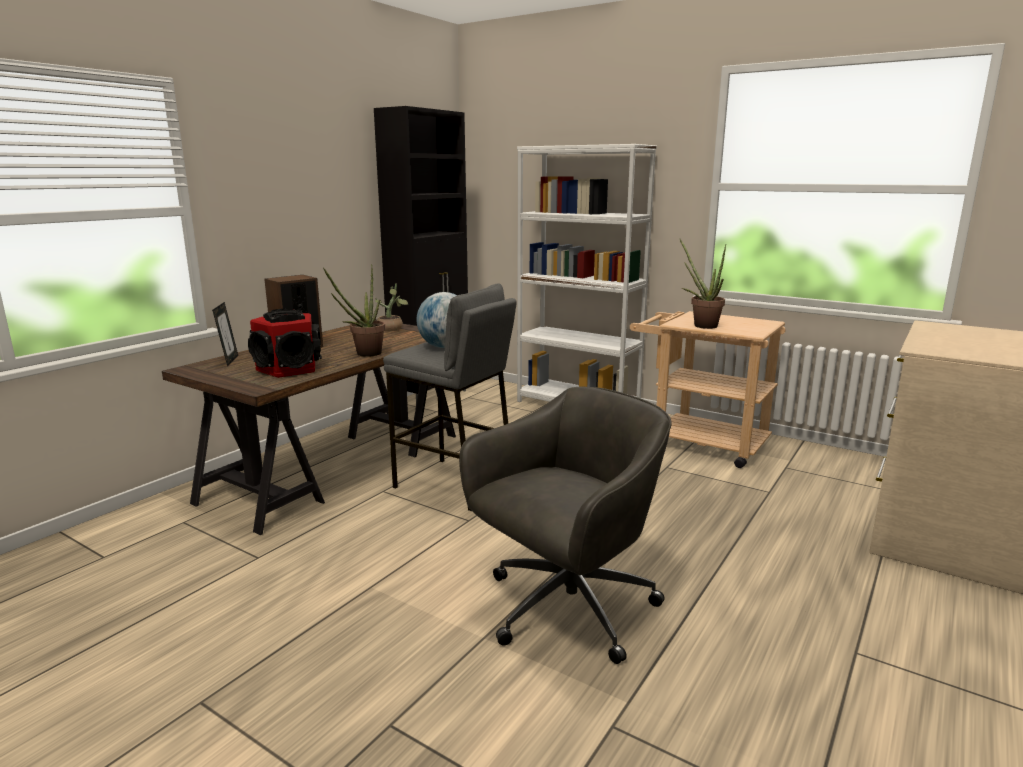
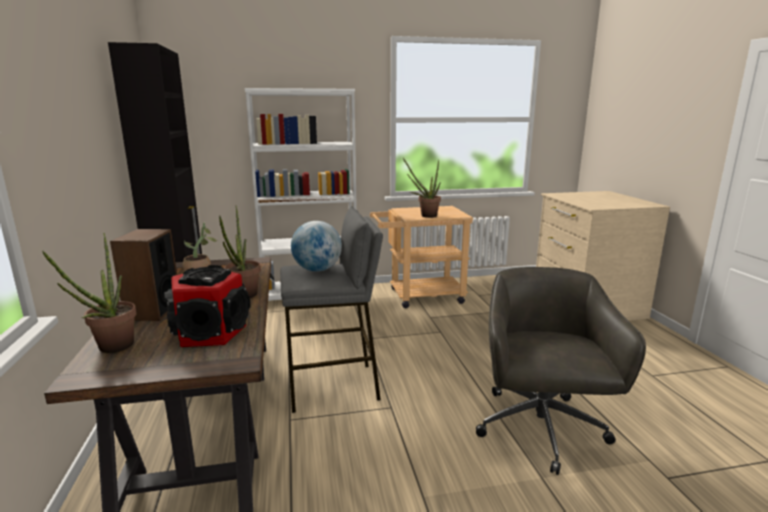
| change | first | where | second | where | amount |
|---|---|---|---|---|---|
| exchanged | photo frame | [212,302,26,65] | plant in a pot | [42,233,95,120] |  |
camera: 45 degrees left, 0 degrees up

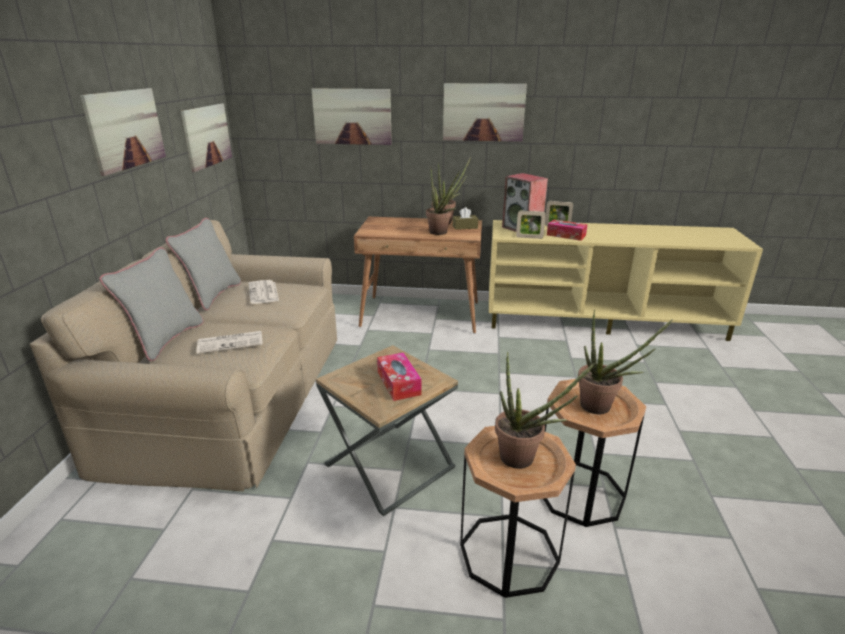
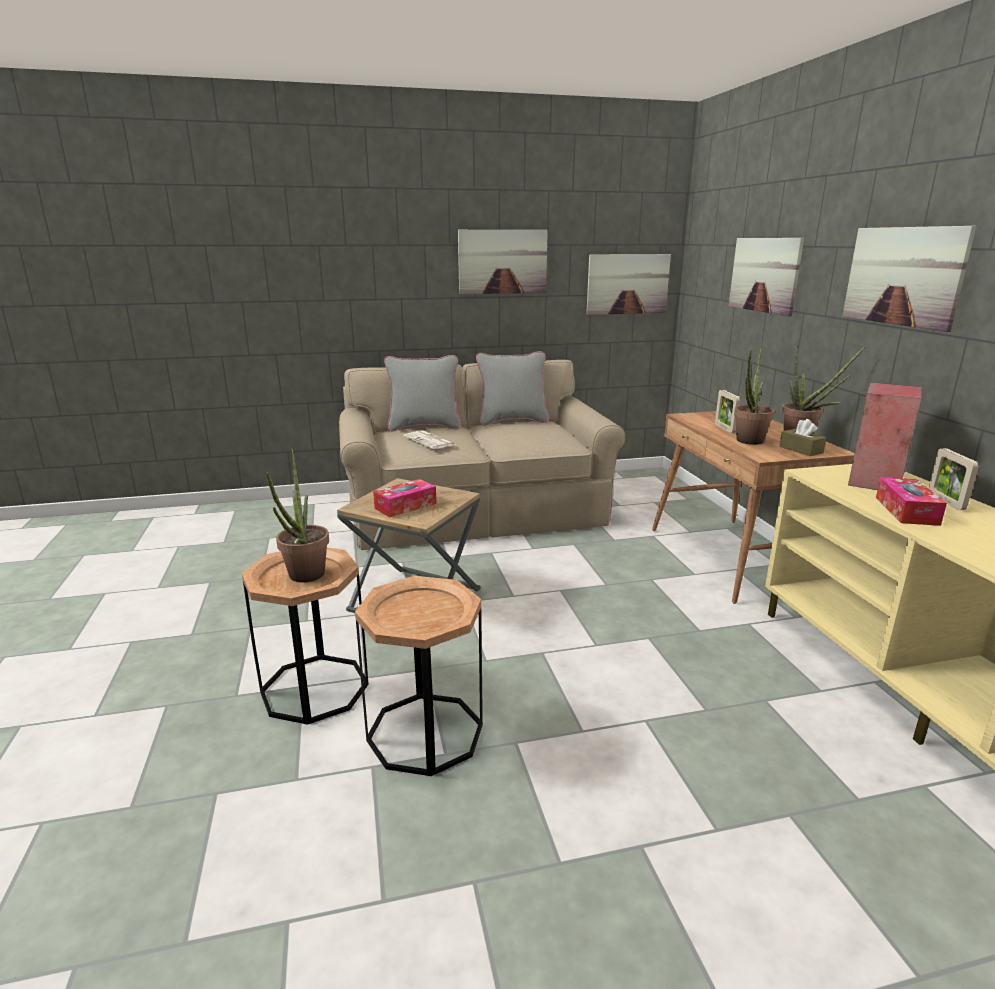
| change | first | where | second | where | amount |
|---|---|---|---|---|---|
| relocated | photo frame | [516,210,30,29] |  | [715,390,25,43] |  |
| missing | printed paper | [249,280,30,24] |  |  |  |
| missing | plant in a pot | [578,310,95,104] |  |  |  |
camera: 70 degrees right, 5 degrees down

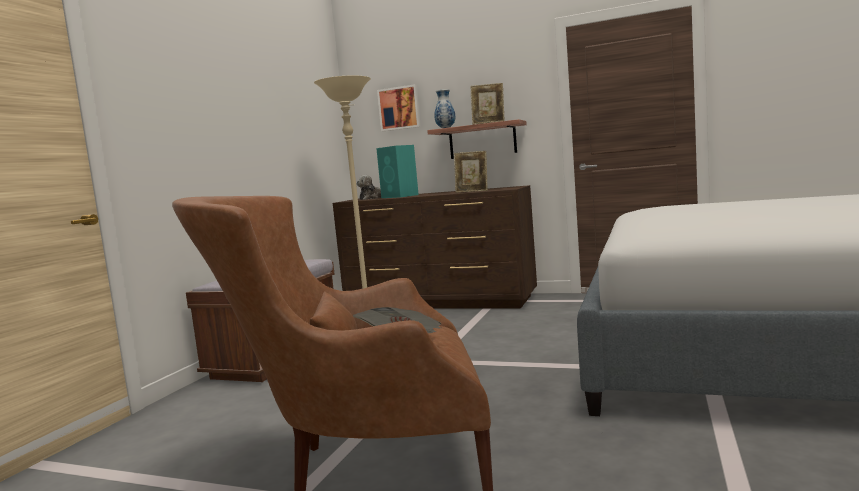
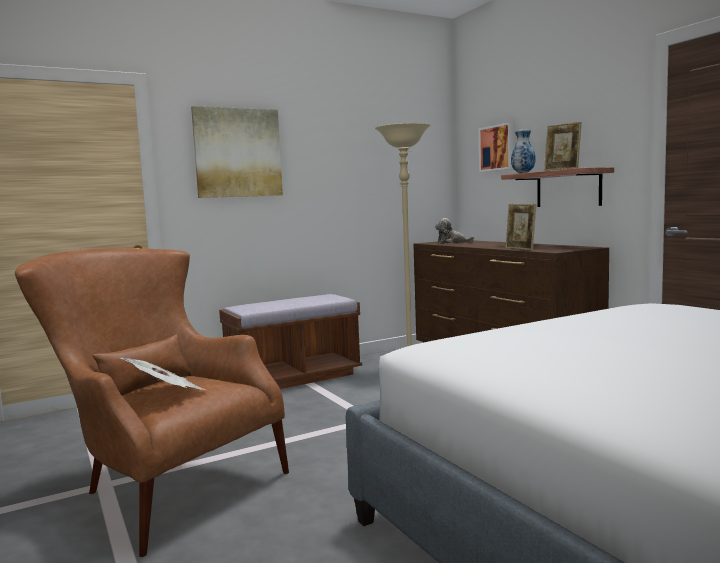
| change | first | where | second | where | amount |
|---|---|---|---|---|---|
| missing | turquoise-coloured loudspeaker | [376,145,43,53] |  |  |  |
| appeared |  |  | wall picture | [191,106,92,92] |  |
camera: 40 degrees right, 0 degrees up

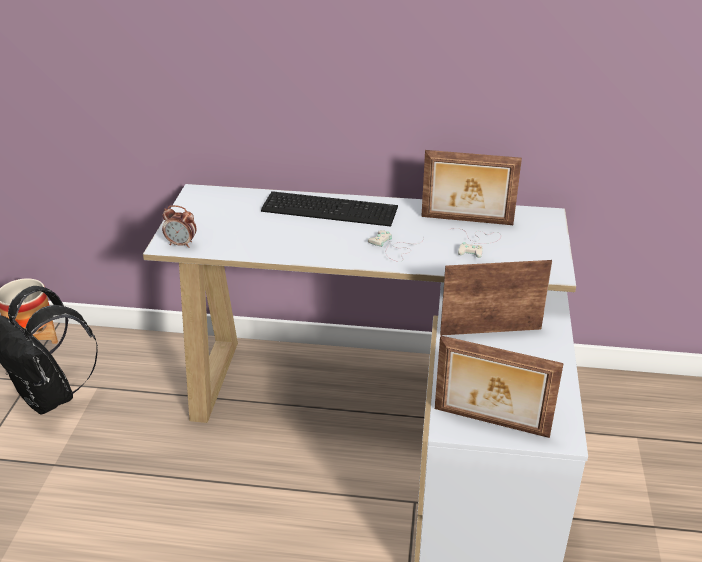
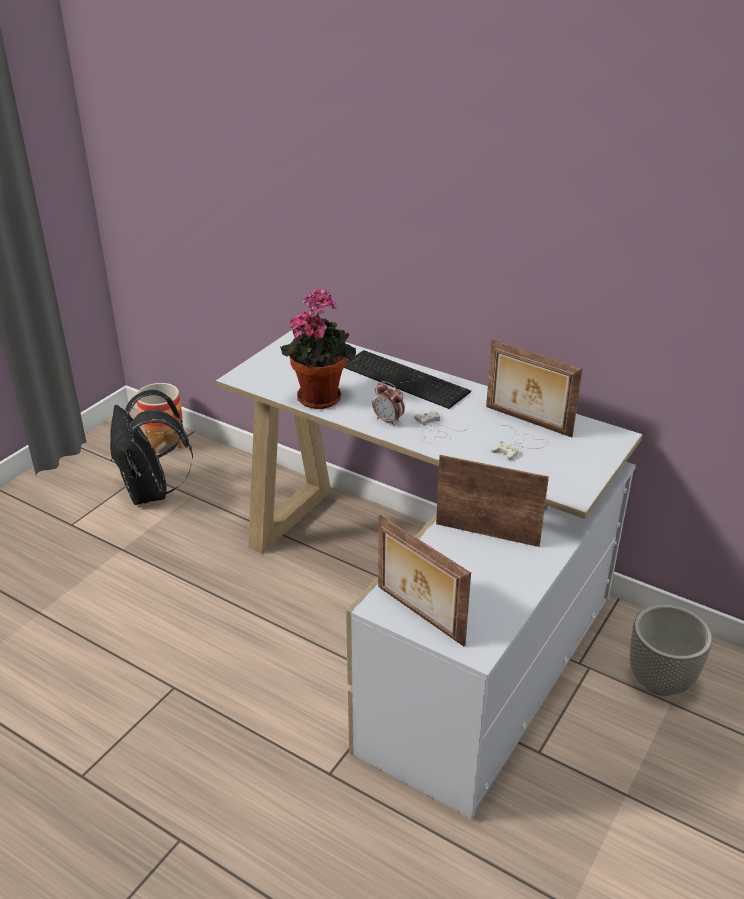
| change | first | where | second | where | amount |
|---|---|---|---|---|---|
| relocated | bedside clock | [162,205,35,43] |  | [372,381,33,45] |  |
| appeared |  |  | plant in a pot | [280,288,76,121] |  |
| appeared |  |  | flower pot | [630,604,82,92] |  |
camera: 25 degrees right, 0 degrees up

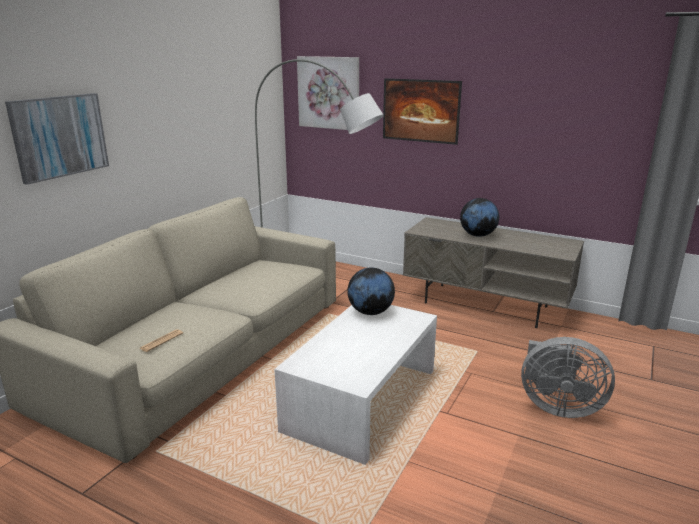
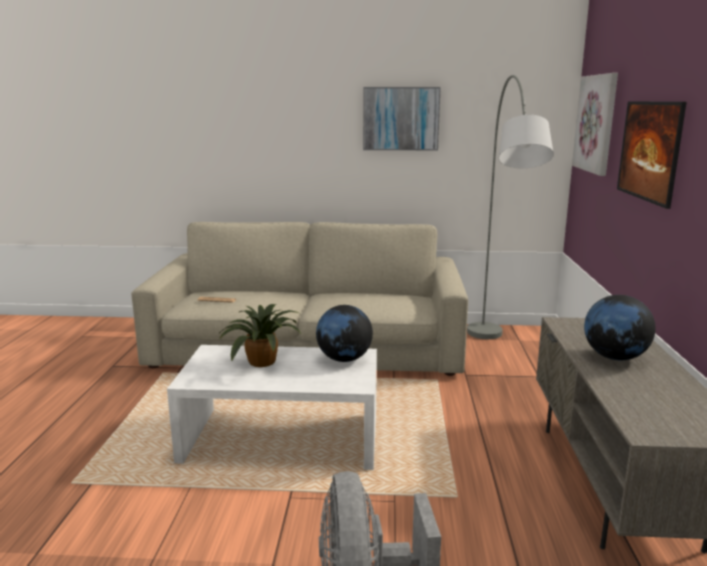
| change | first | where | second | where | amount |
|---|---|---|---|---|---|
| relocated | wall picture | [5,93,104,92] |  | [363,87,78,63] |  |
| appeared |  |  | plant in a pot | [218,304,83,63] |  |
camera: 65 degrees right, 5 degrees down

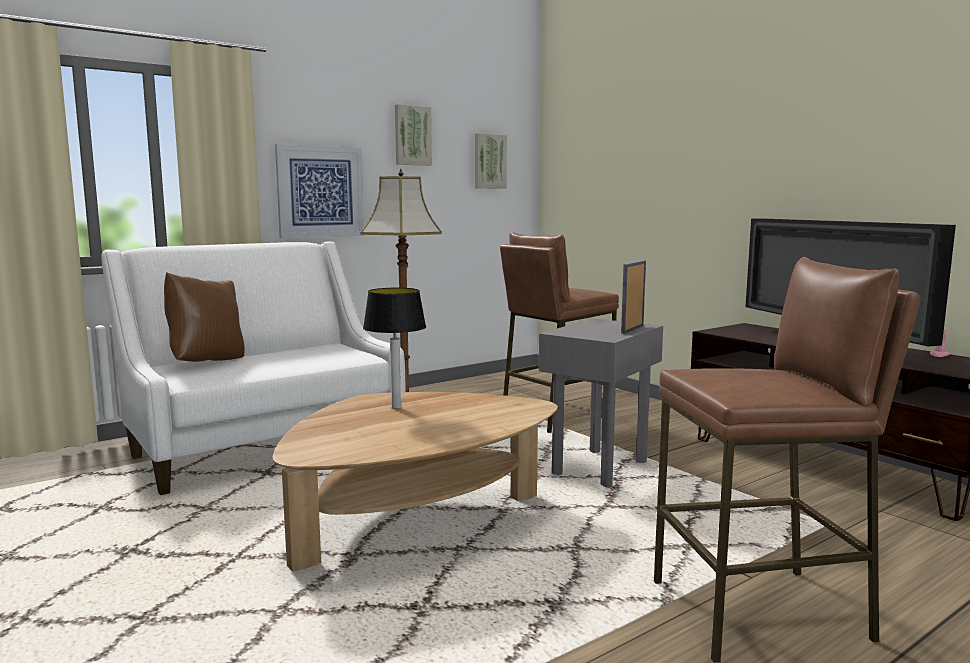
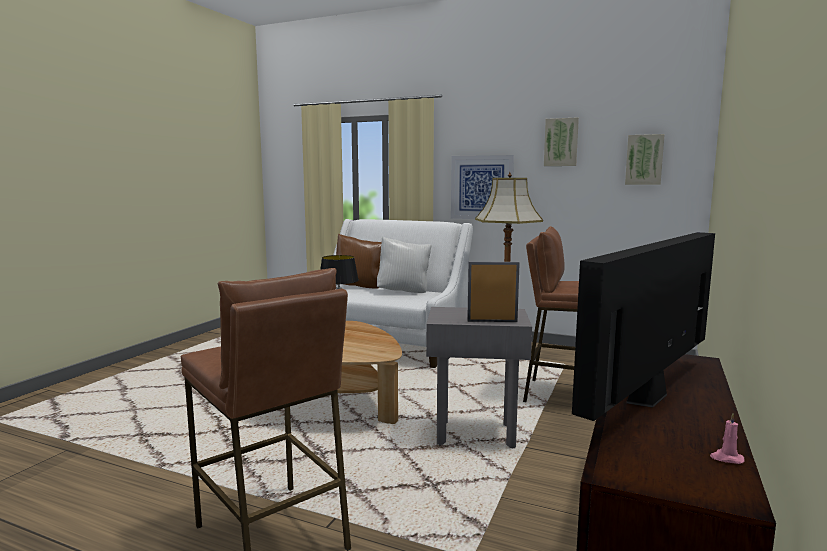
| change | first | where | second | where | amount |
|---|---|---|---|---|---|
| appeared |  |  | white-coloured pillow | [377,236,55,57] |  |
camera: 60 degrees right, 0 degrees up

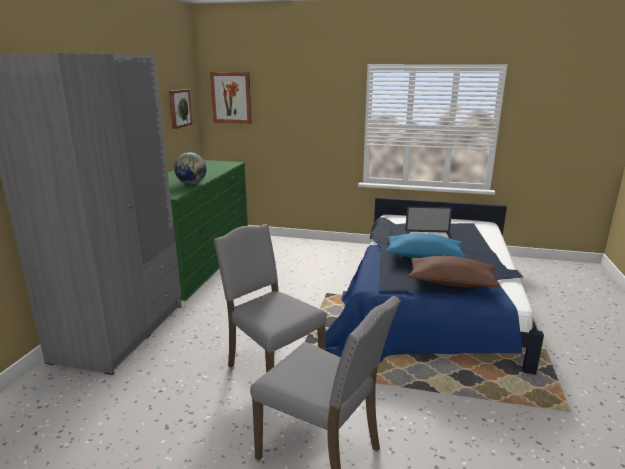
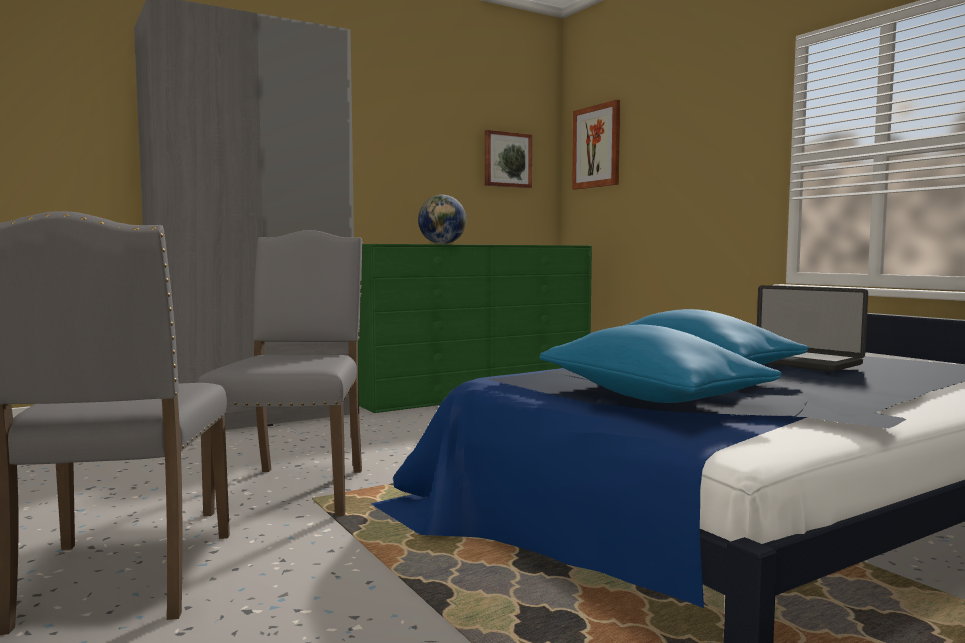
| change | first | where | second | where | amount |
|---|---|---|---|---|---|
| colour | brownish pillow | [408,256,92,31] | bluish pillow | [539,325,243,78] |  |
camera: 45 degrees right, 15 degrees down

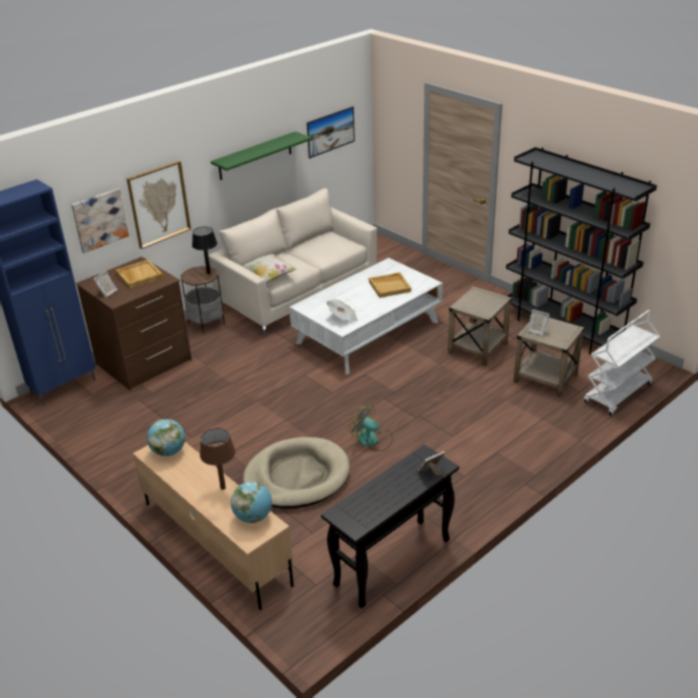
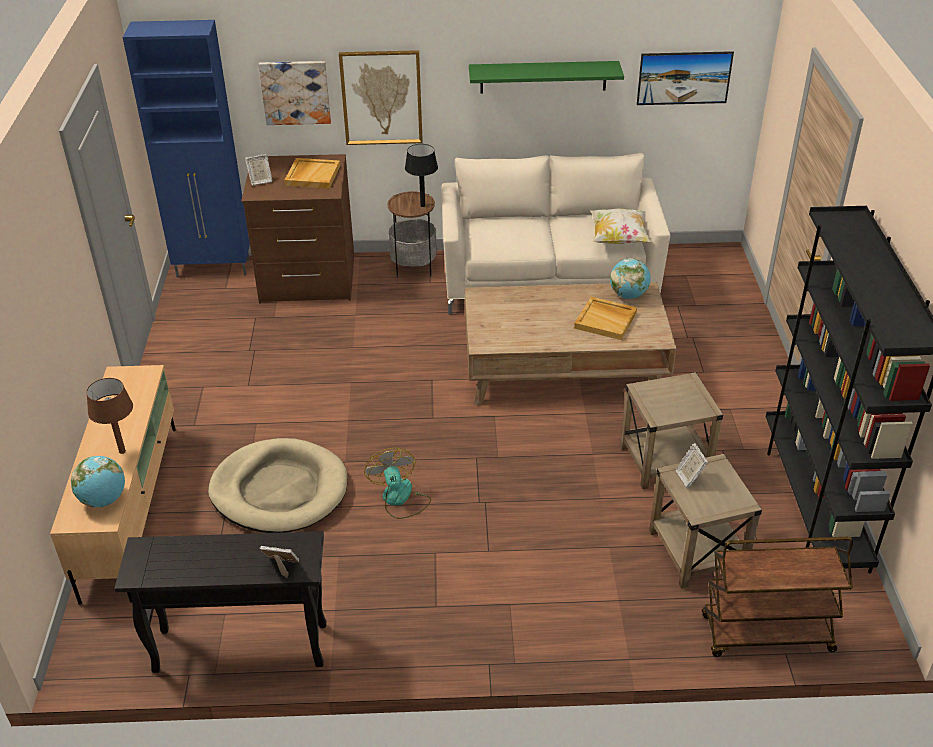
| change | first | where | second | where | amount |
|---|---|---|---|---|---|
| relocated | pillow | [242,254,56,28] |  | [590,209,62,35] |  |
| colour | white-coloured coffee table | [289,258,154,116] | brownish coffee table | [465,282,212,124] |  |
| missing | printed paper | [326,299,32,23] |  |  |  |
| colour | white-coloured cart | [584,310,76,106] | brownish cart | [702,537,151,120] |  |
| relocated | globe | [147,419,38,37] |  | [610,258,41,41] |  |
camera: 40 degrees right, 5 degrees up

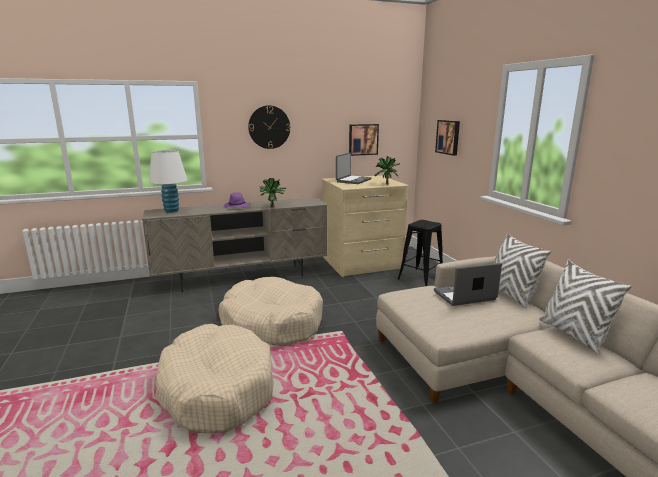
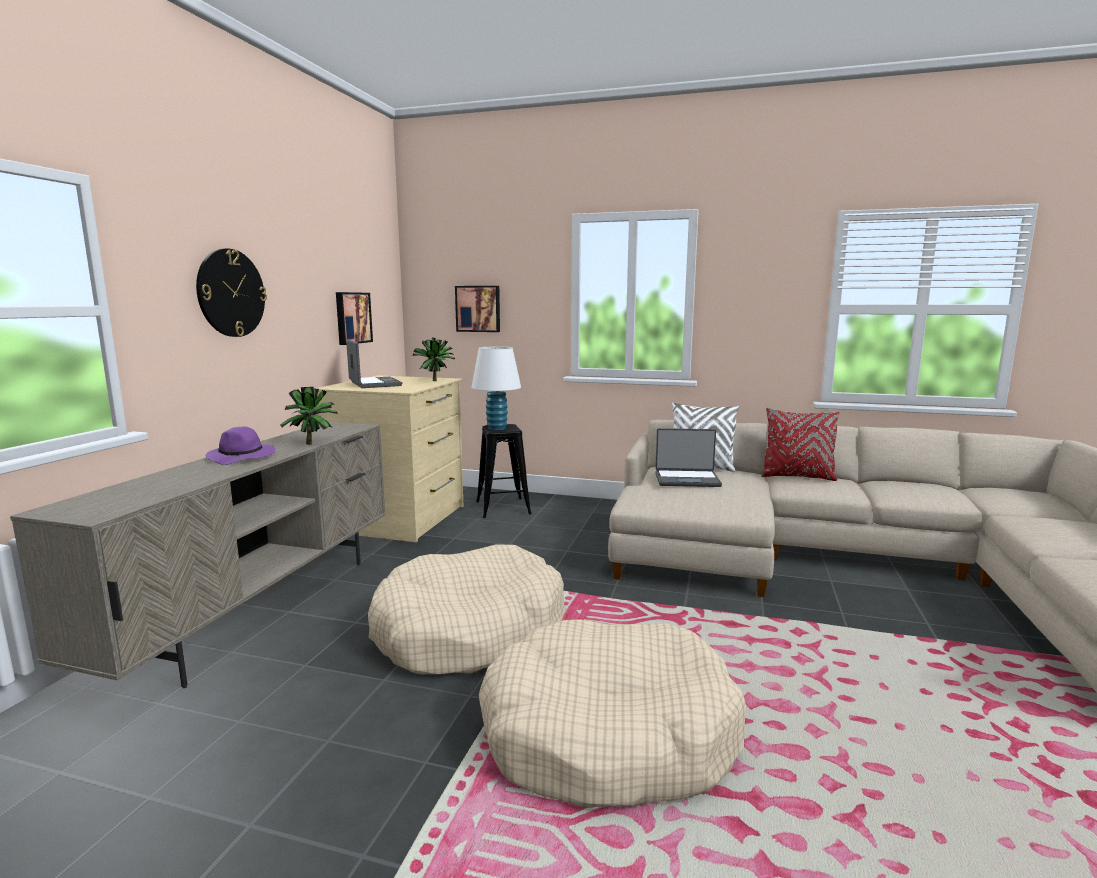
| change | first | where | second | where | amount |
|---|---|---|---|---|---|
| relocated | white-coloured lamp for a table | [149,150,39,63] |  | [471,346,50,84] |  |
| colour | white-coloured pillow | [539,259,93,95] | reddish pillow | [761,408,79,73] |  |
| spun | notebook computer | [434,263,68,43] |  | [655,428,67,59] | 105 degrees counterclockwise |
camera: 55 degrees left, 5 degrees down

